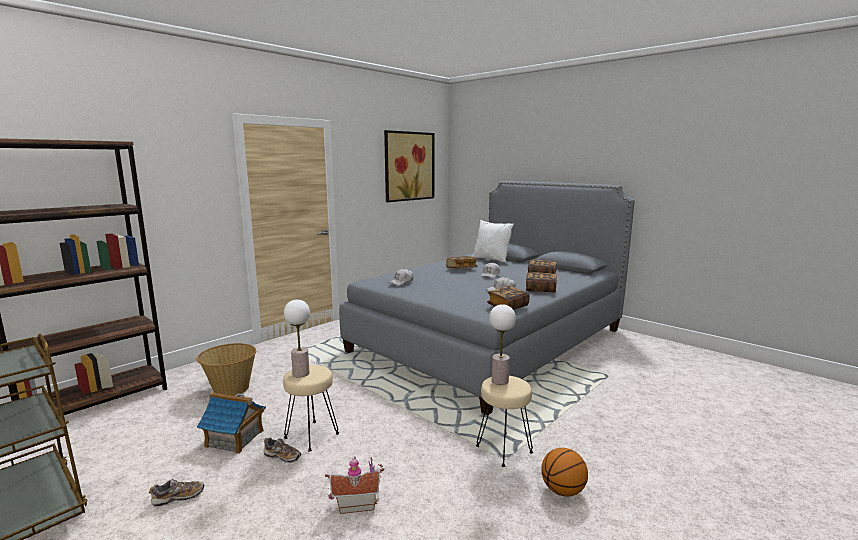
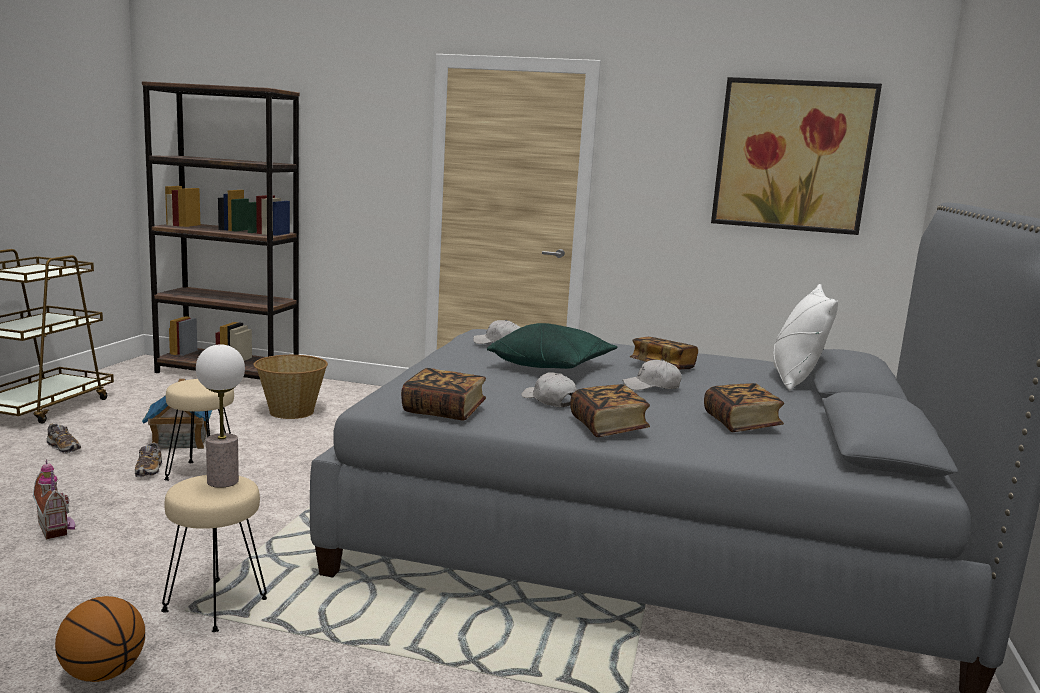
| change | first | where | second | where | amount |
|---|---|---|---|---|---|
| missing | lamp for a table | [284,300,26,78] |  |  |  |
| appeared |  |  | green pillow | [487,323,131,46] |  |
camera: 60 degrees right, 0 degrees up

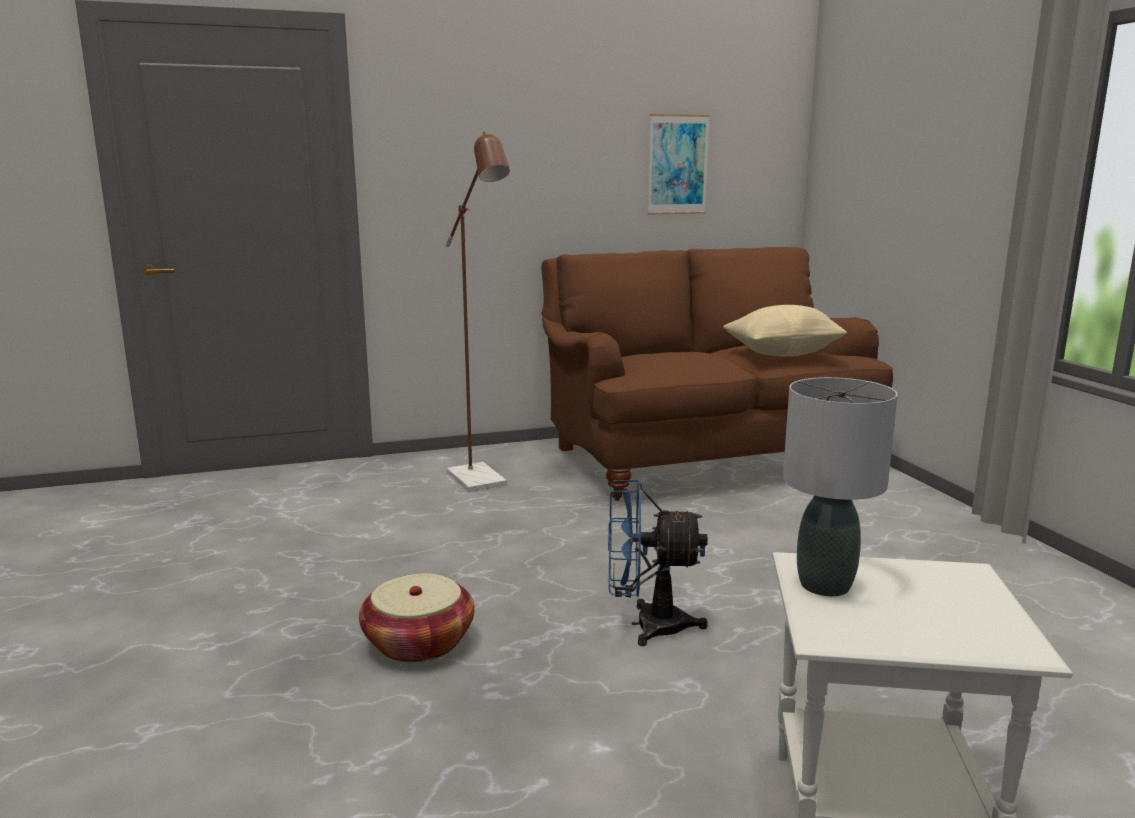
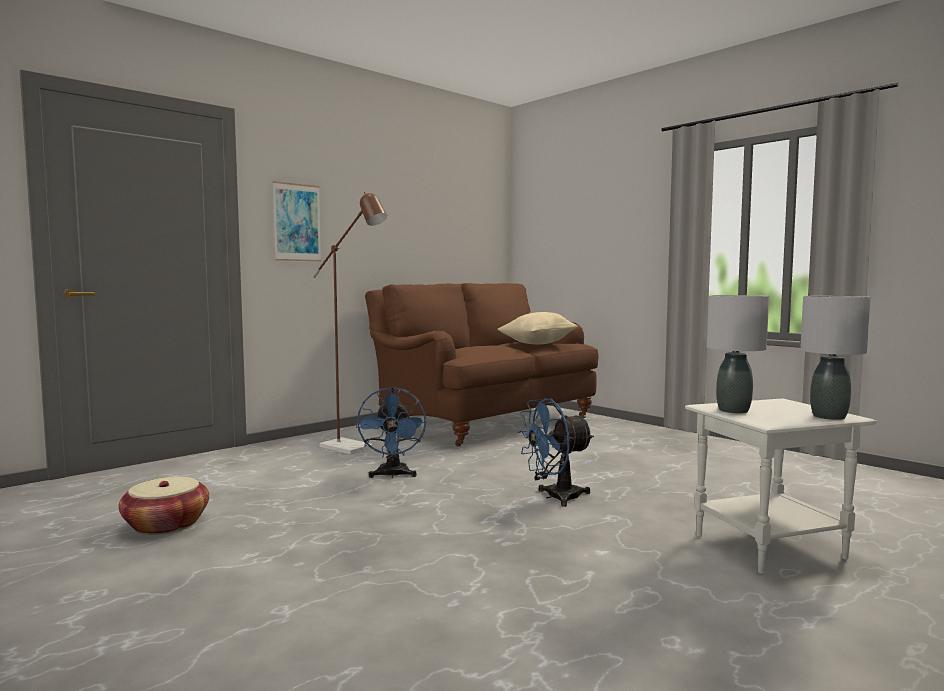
| change | first | where | second | where | amount |
|---|---|---|---|---|---|
| relocated | wall picture | [648,114,62,101] |  | [272,181,49,80] |  |
| relocated | household basket | [359,573,116,90] |  | [118,477,91,58] |  |
| appeared |  |  | grey lamp for a table | [800,296,70,124] |  |
| appeared |  |  | bluish cooling fan | [356,387,70,91] |  |
camera: 25 degrees left, 10 degrees down

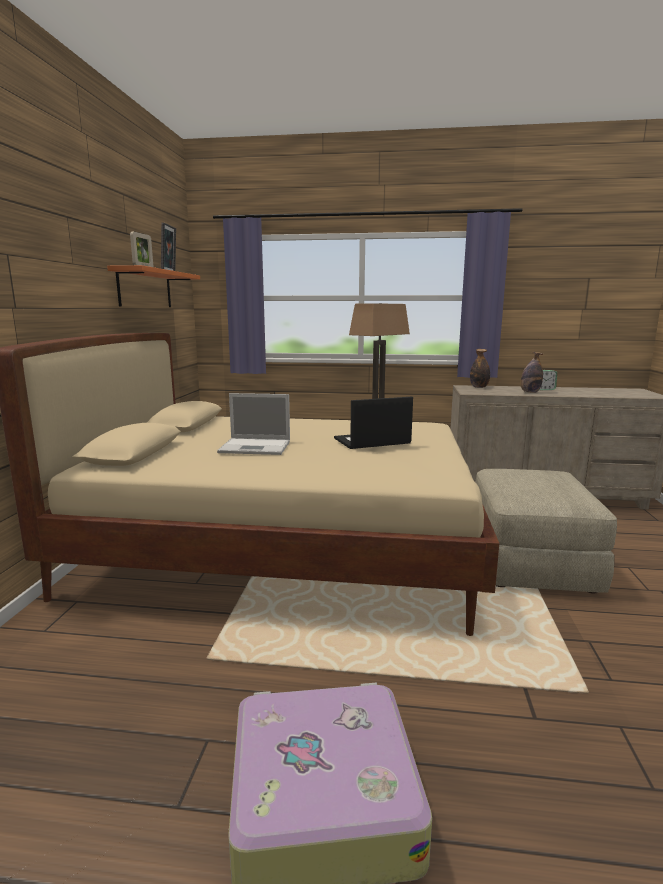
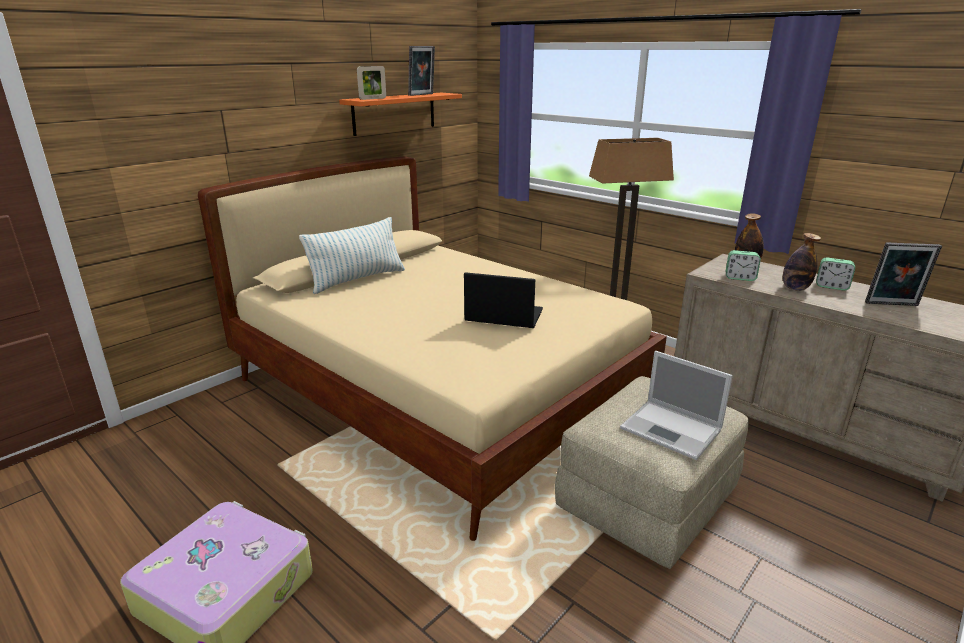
| change | first | where | second | where | amount |
|---|---|---|---|---|---|
| relocated | notebook computer | [217,393,73,62] |  | [620,351,113,109] |  |
| appeared |  |  | pillow | [299,217,106,77] |  |
| appeared |  |  | photo frame | [865,243,77,63] |  |
| appeared |  |  | bedside clock | [726,250,35,31] |  |
camera: 35 degrees right, 10 degrees up

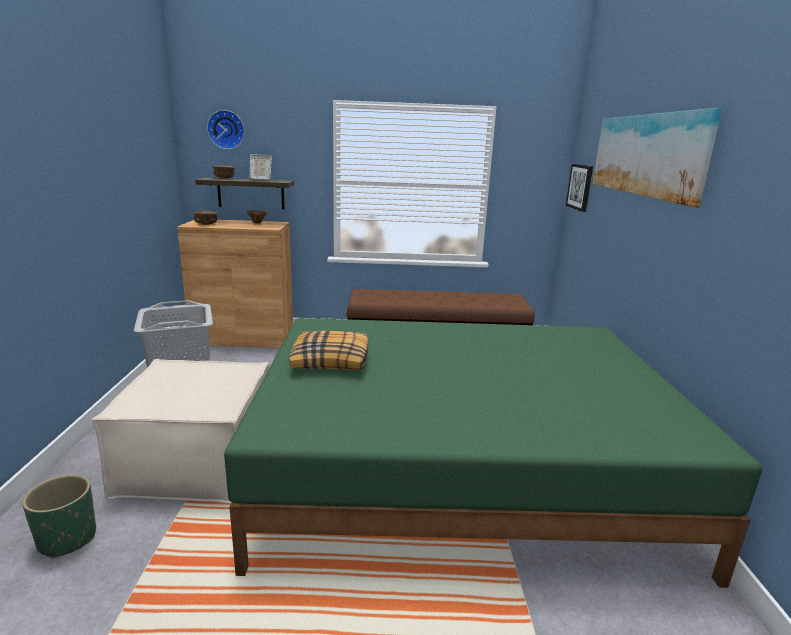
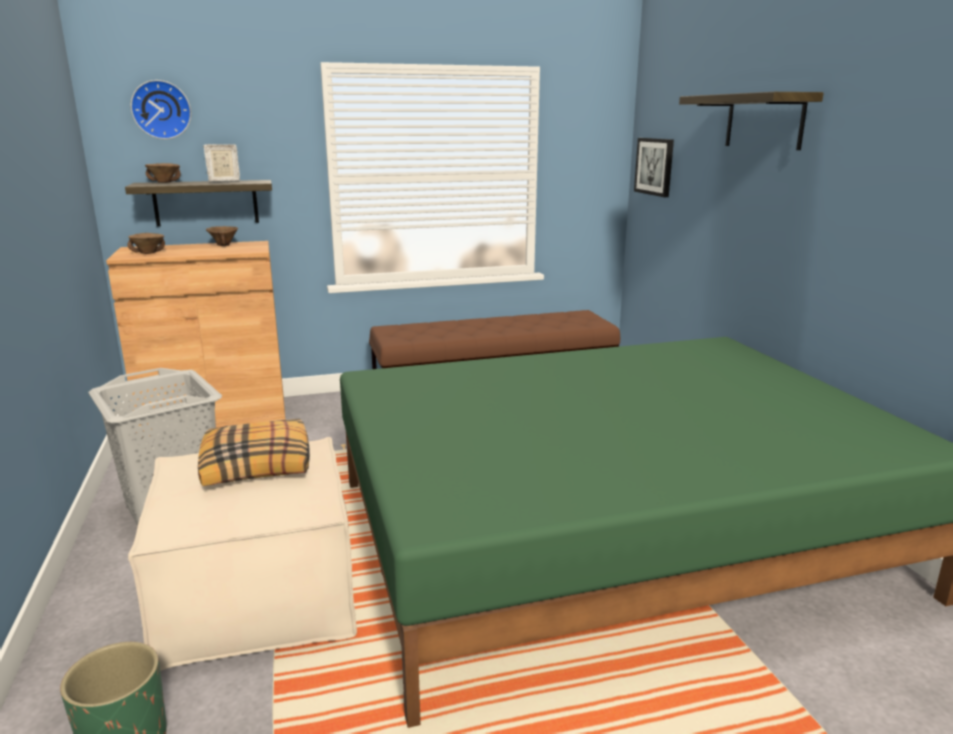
| change | first | where | second | where | amount |
|---|---|---|---|---|---|
| exchanged | wall picture | [593,108,129,99] | wall shelf | [679,92,145,58] |  |
| relocated | pillow | [289,331,79,39] |  | [198,419,112,67] |  |
camera: 15 degrees left, 0 degrees up

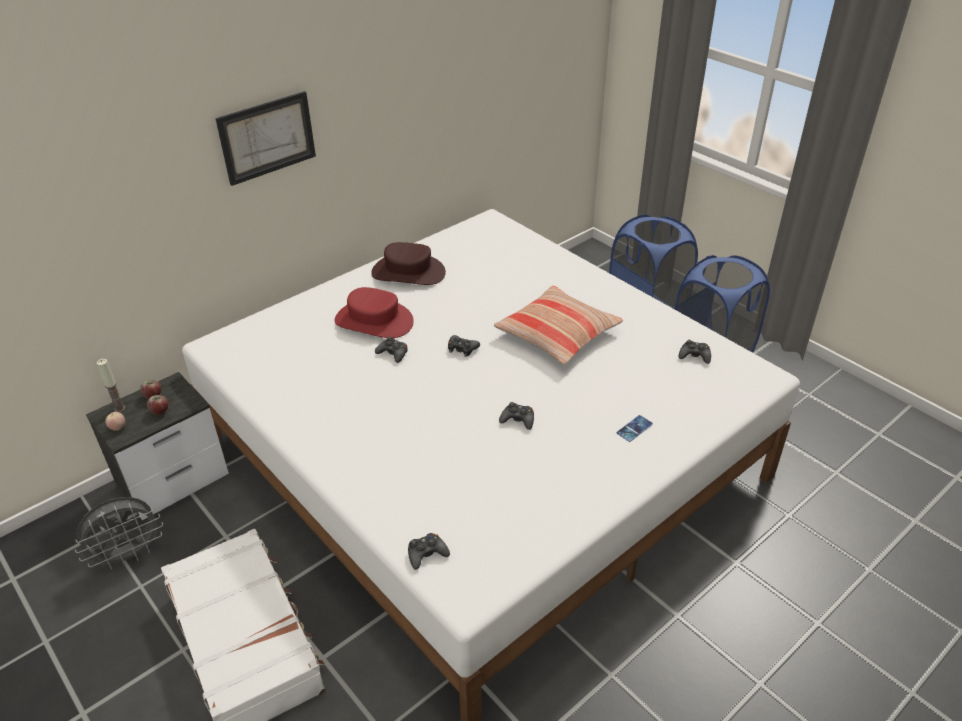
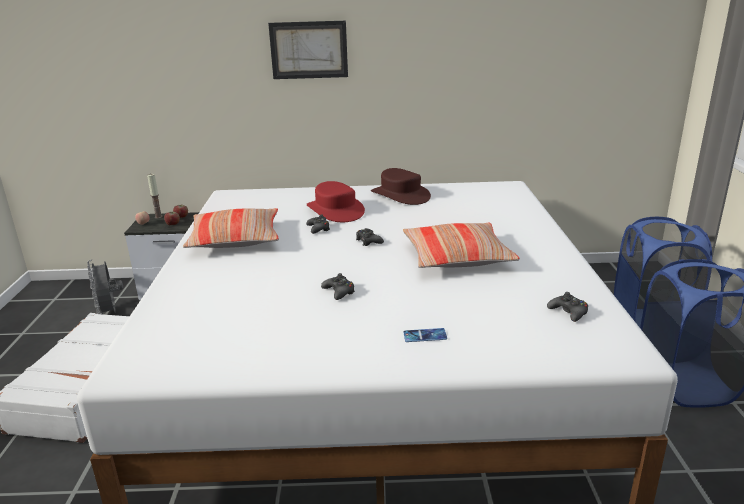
| change | first | where | second | where | amount |
|---|---|---|---|---|---|
| spun | grey cooling fan | [75,497,88,73] |  | [87,260,36,55] | 60 degrees clockwise |
| missing | blackish joypad | [408,533,42,37] |  |  |  |
| appeared |  |  | pillow | [183,208,96,40] |  |
camera: 40 degrees right, 15 degrees down

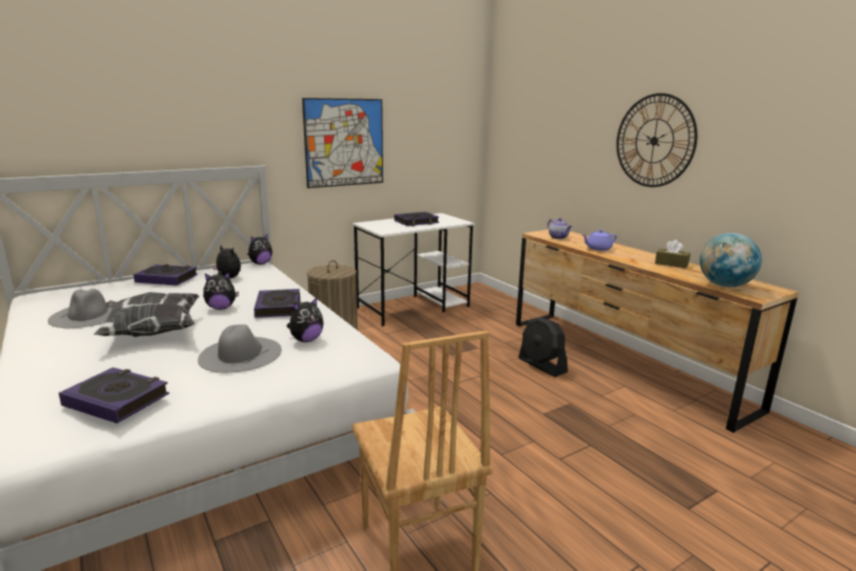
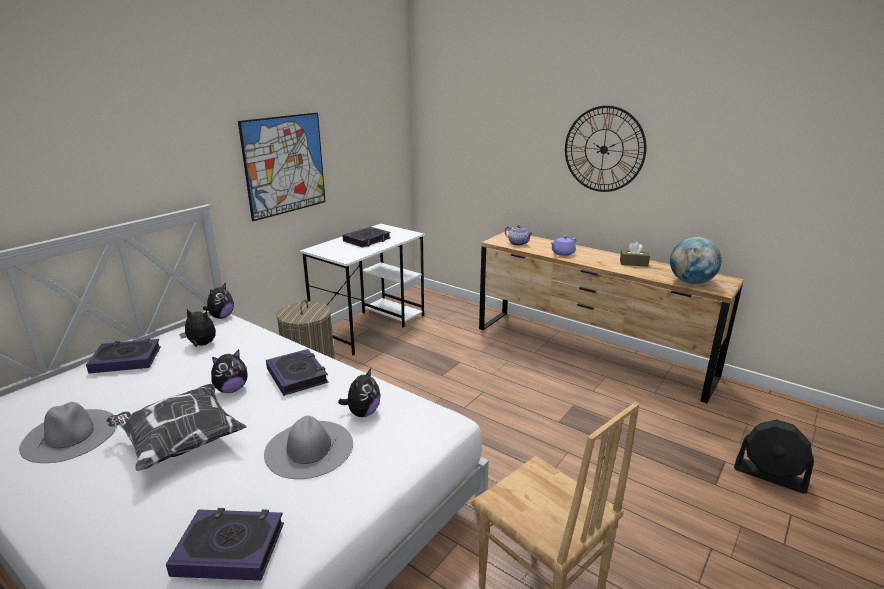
| change | first | where | second | where | amount |
|---|---|---|---|---|---|
| relocated | blackish cooling fan | [519,317,49,60] |  | [734,419,80,75] |  |
camera: 20 degrees left, 5 degrees up

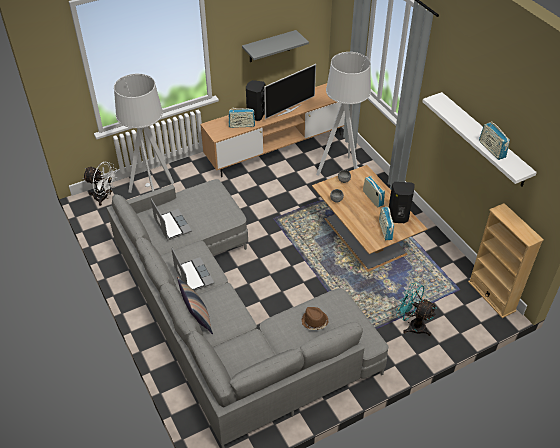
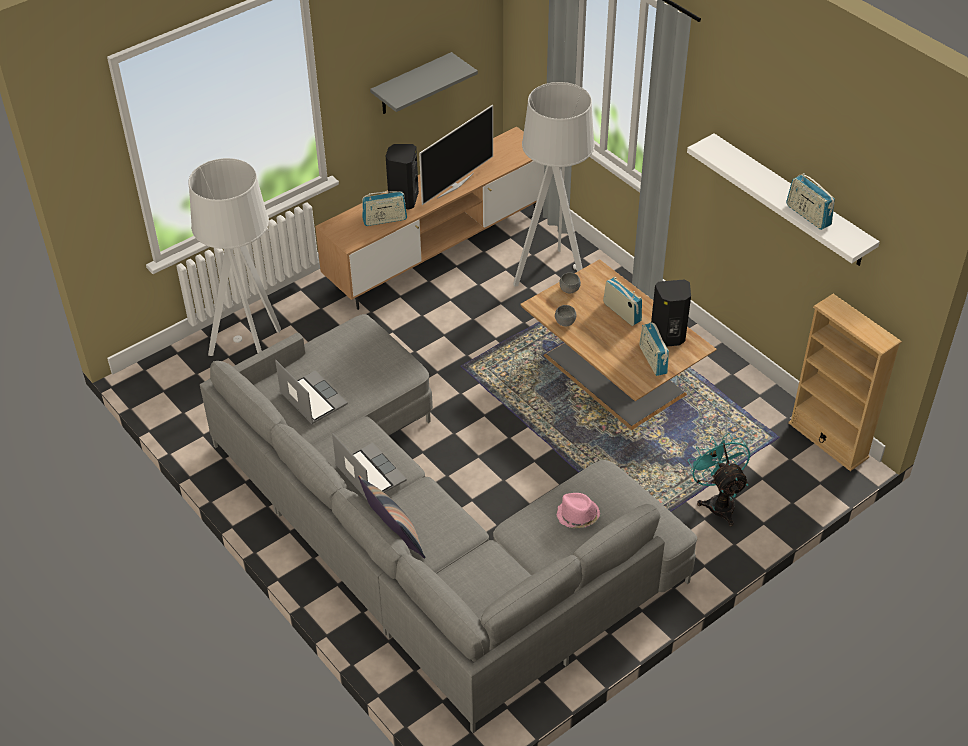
| change | first | where | second | where | amount |
|---|---|---|---|---|---|
| missing | white-coloured cooling fan | [83,162,34,44] |  |  |  |
| spun | turquoise-coloured cooling fan | [396,282,41,54] |  | [688,433,62,94] | 45 degrees clockwise |
| colour | brownish hat | [302,307,27,23] | pink-coloured hat | [557,493,43,36] |  |
camera: 10 degrees left, 0 degrees up

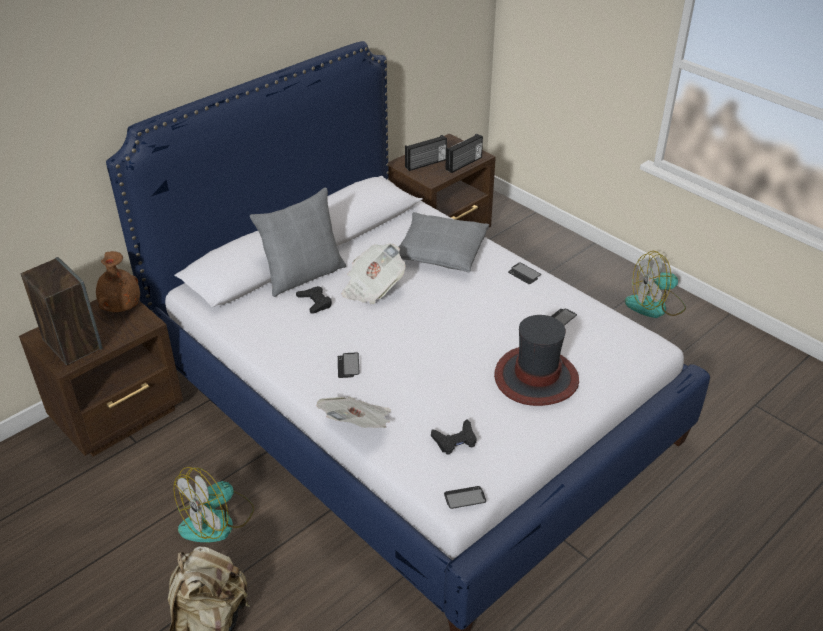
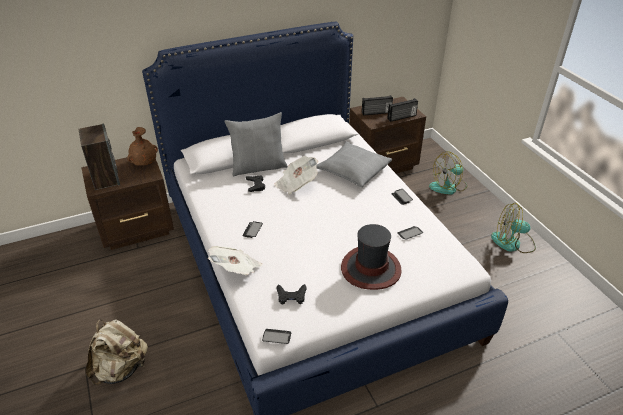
| change | first | where | second | where | amount |
|---|---|---|---|---|---|
| relocated | cooling fan | [174,467,80,75] |  | [429,151,38,44] |  |
camera: 20 degrees right, 0 degrees up

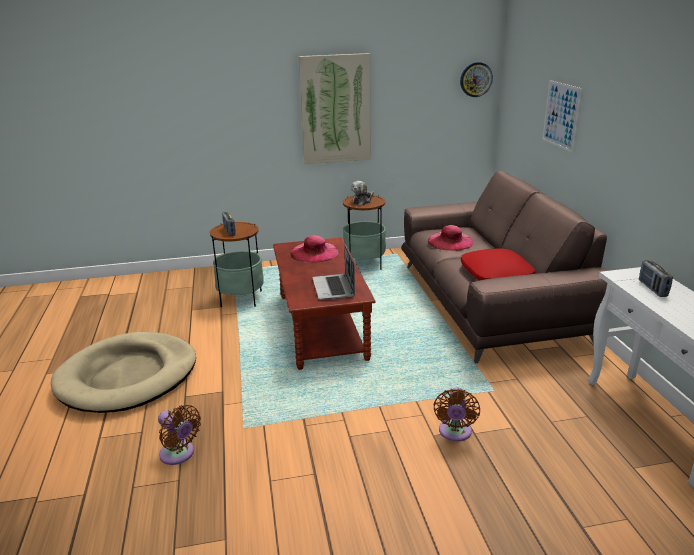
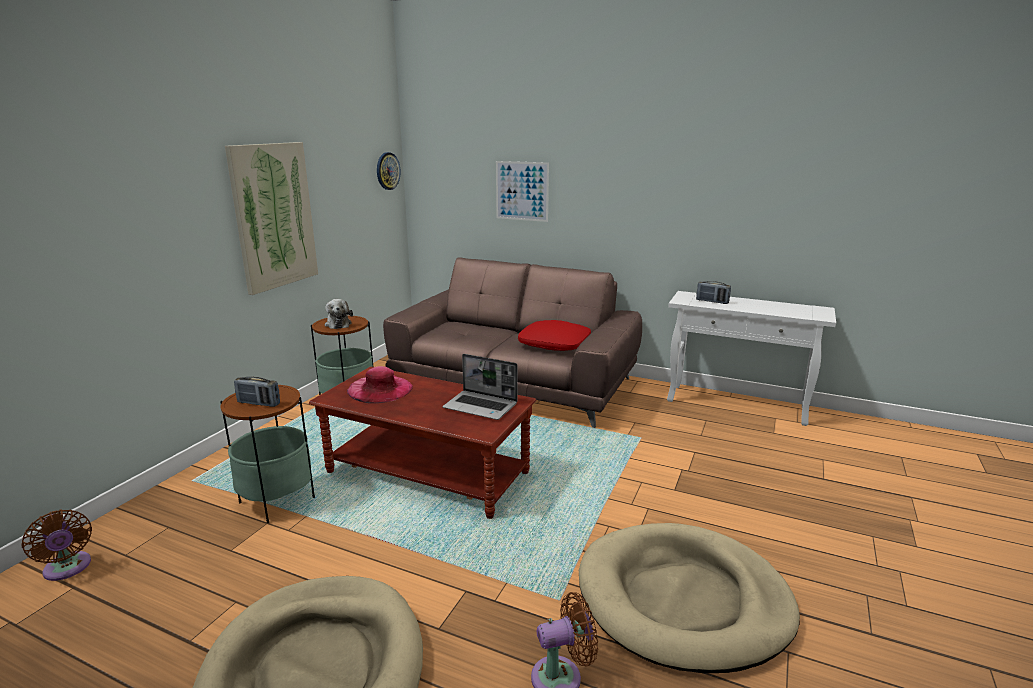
| change | first | where | second | where | amount |
|---|---|---|---|---|---|
| missing | pink-coloured hat | [428,225,46,26] |  |  |  |
| relocated | brownish cooling fan | [434,387,46,55] |  | [21,510,71,71] |  |
| appeared |  |  | beige dog bed | [579,523,221,150] |  |
camera: 55 degrees left, 5 degrees down

